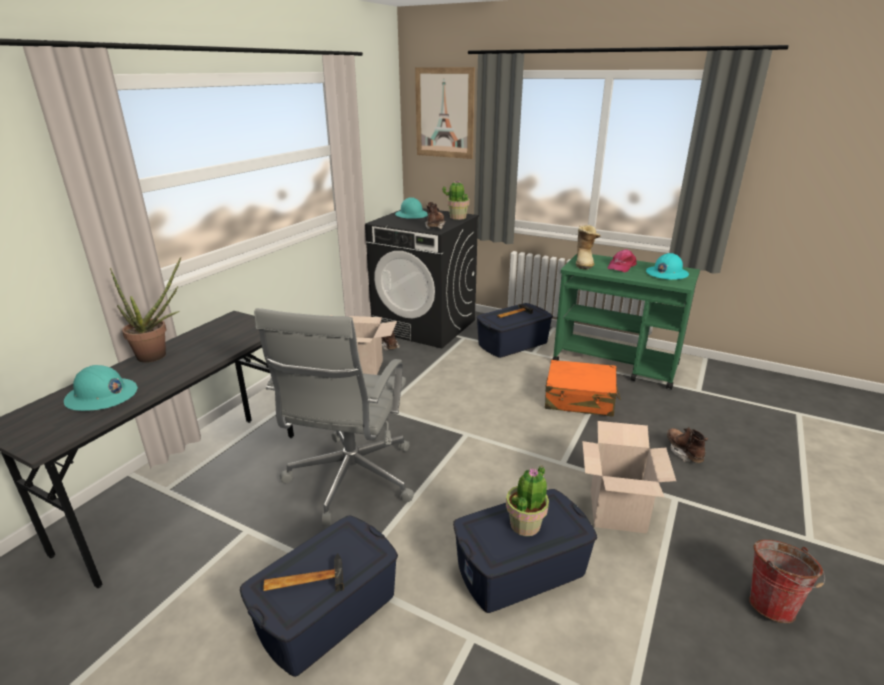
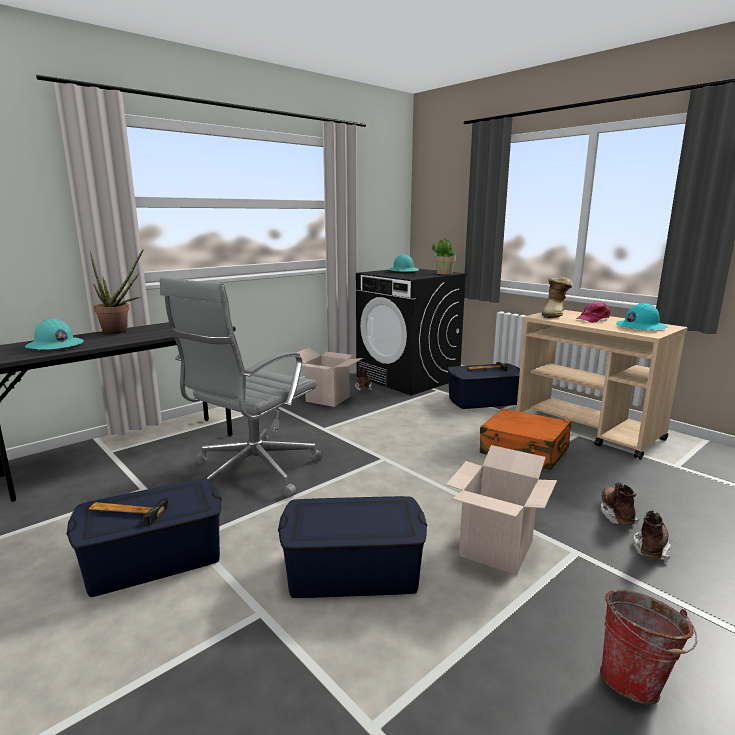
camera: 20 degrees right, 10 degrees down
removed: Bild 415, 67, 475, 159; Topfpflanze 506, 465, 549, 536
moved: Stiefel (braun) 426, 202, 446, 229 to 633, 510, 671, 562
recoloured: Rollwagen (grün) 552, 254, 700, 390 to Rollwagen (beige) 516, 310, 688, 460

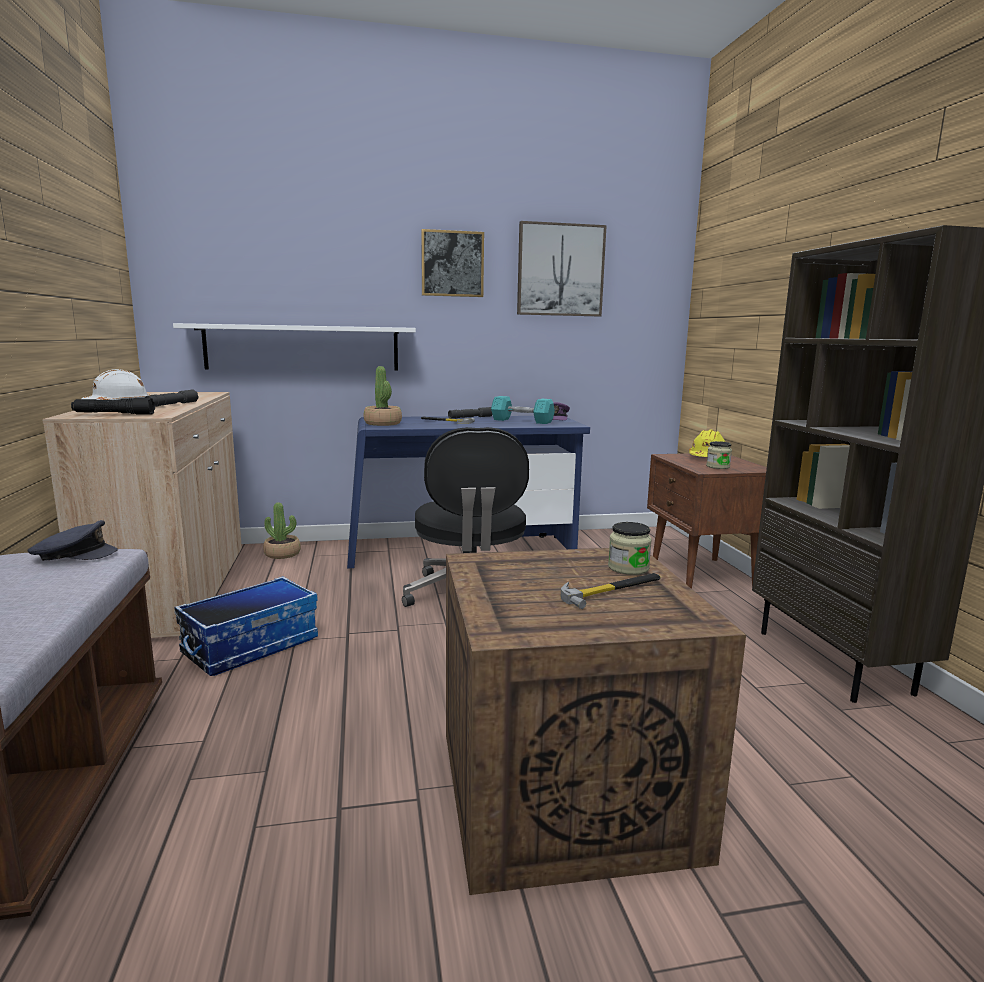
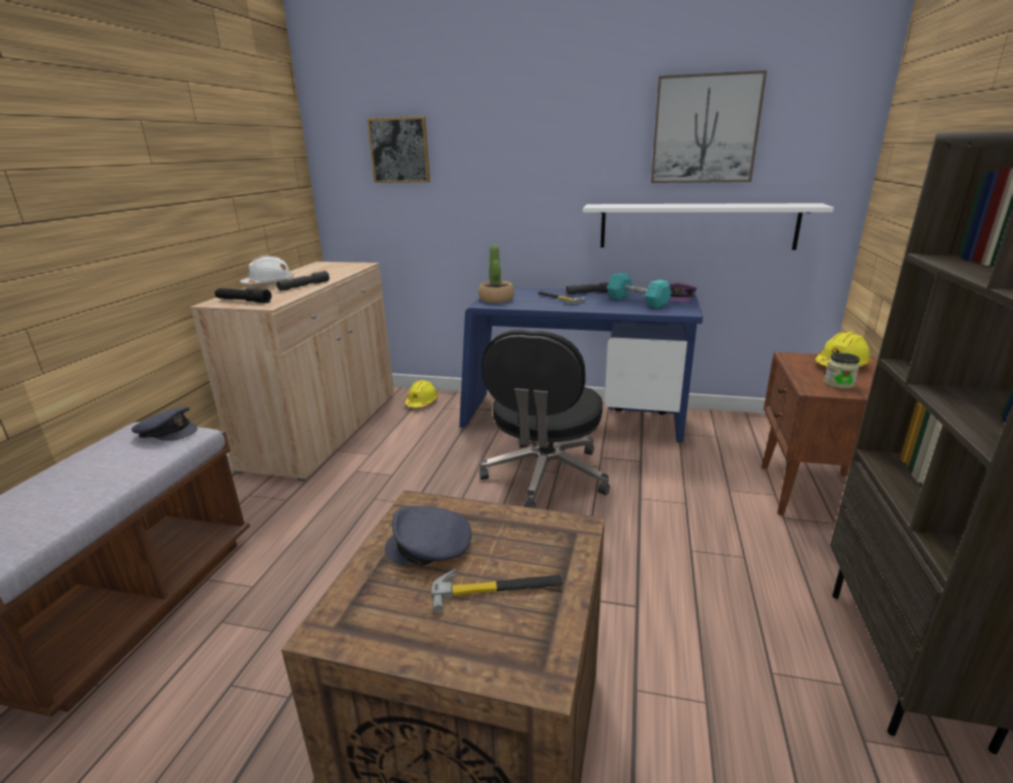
camera: 25 degrees right, 10 degrees up
removed: Aufbewahrungsbox 174, 576, 318, 676; Vorratsglas 608, 522, 652, 575
added: Kappe (grau) 385, 506, 472, 566
moved: Wandregal (weiß) 173, 323, 416, 371 to 583, 203, 834, 250; Bild 421, 229, 484, 297 to 367, 116, 430, 183
replaced: Topfpflanze 263, 502, 301, 559 to Schutzhelm (gelb) 405, 380, 438, 408

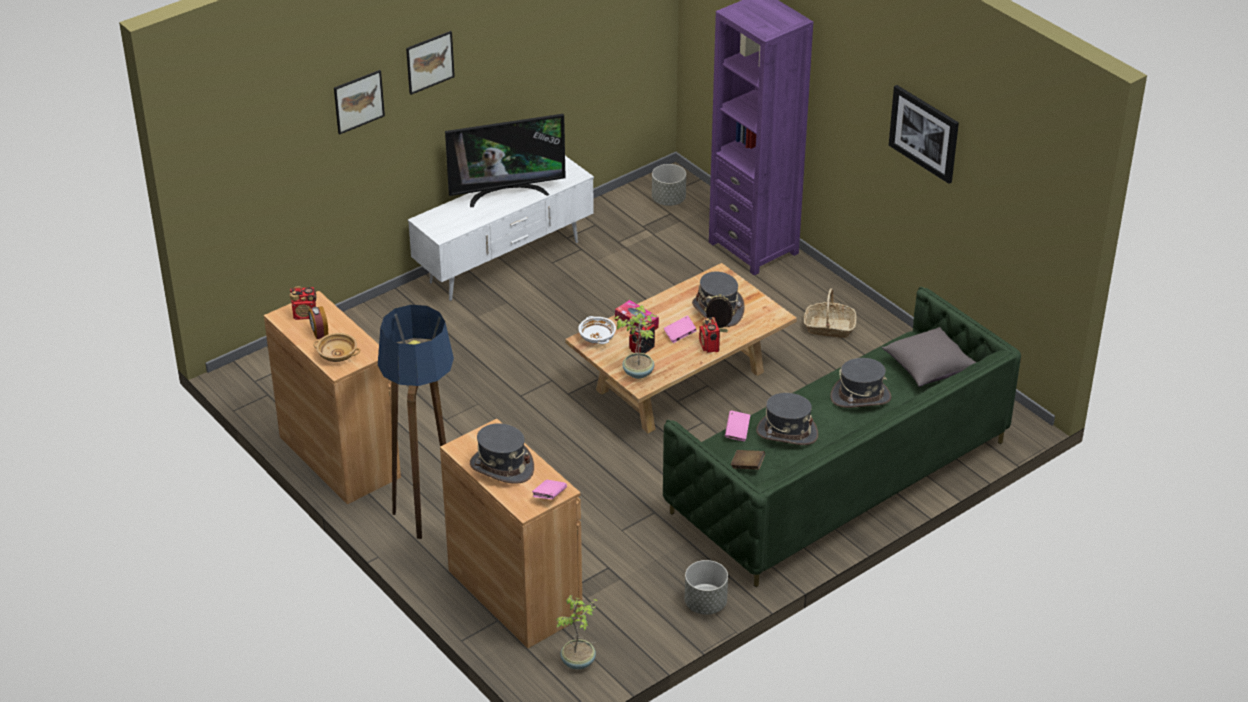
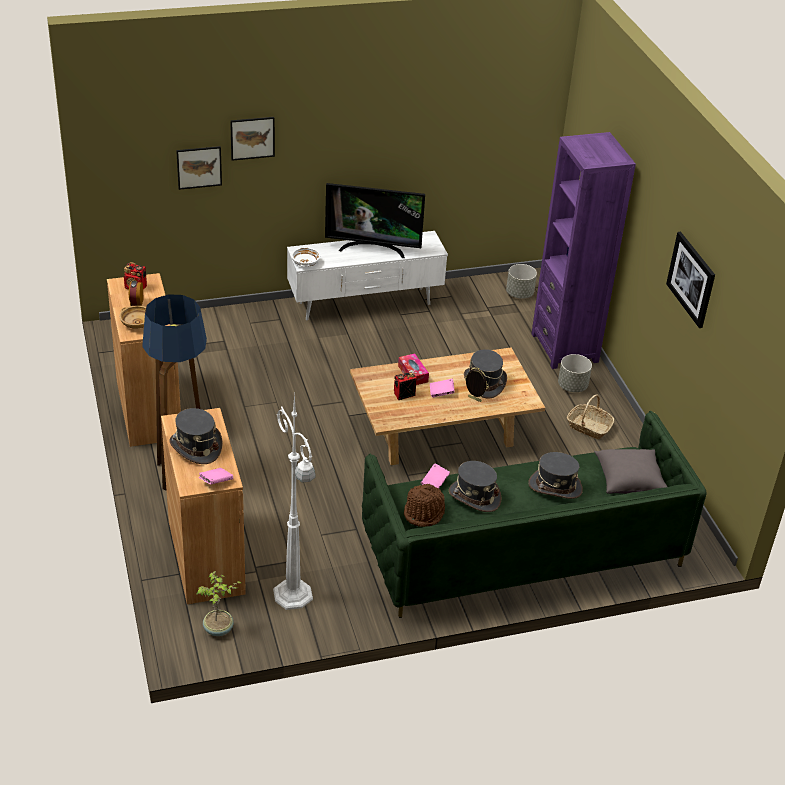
camera: 20 degrees right, 0 degrees up
removed: Topfpflanze 614, 305, 657, 379; Radio 699, 317, 720, 353
added: Stehlampe (weiß) 273, 390, 316, 610
moved: Bild 406, 31, 455, 95 to 176, 146, 222, 190; Schüssel (weiß) 578, 316, 616, 344 to 291, 247, 320, 267; Pflanzkübel (grau) 685, 560, 728, 615 to 558, 354, 592, 392
replaced: Buch (braun) 731, 450, 765, 470 to Hut (braun) 404, 484, 445, 527

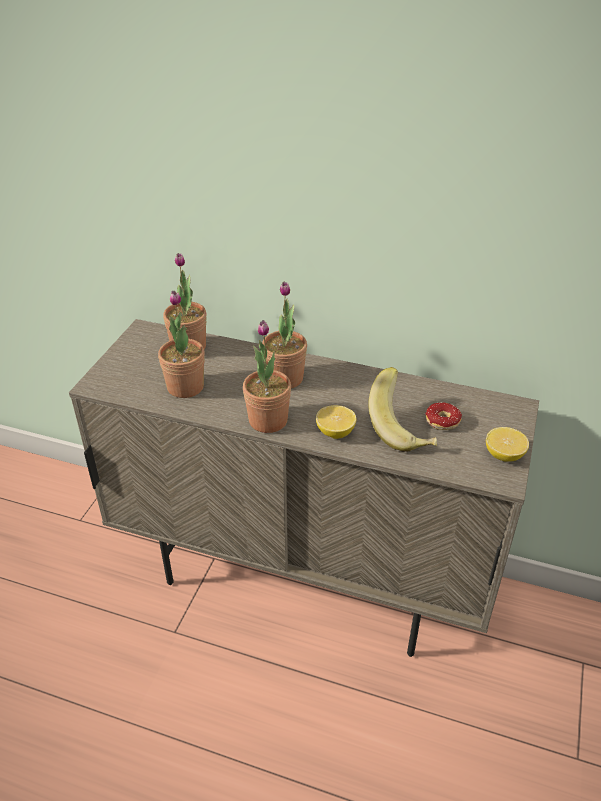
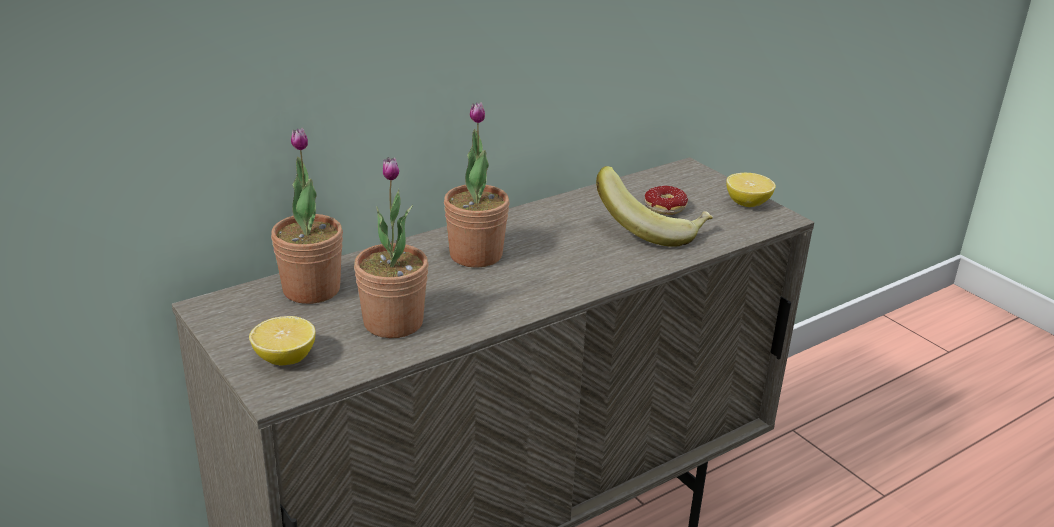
camera: 55 degrees left, 10 degrees down
removed: Topfpflanze 243, 320, 291, 433
moved: Zitrone 316, 405, 356, 439 to 249, 316, 315, 365

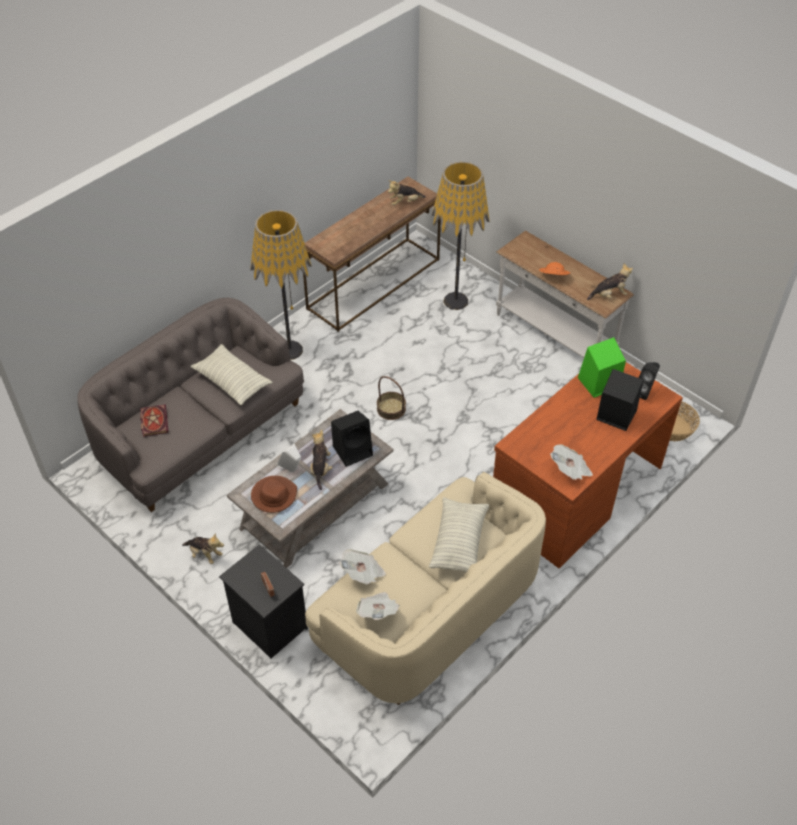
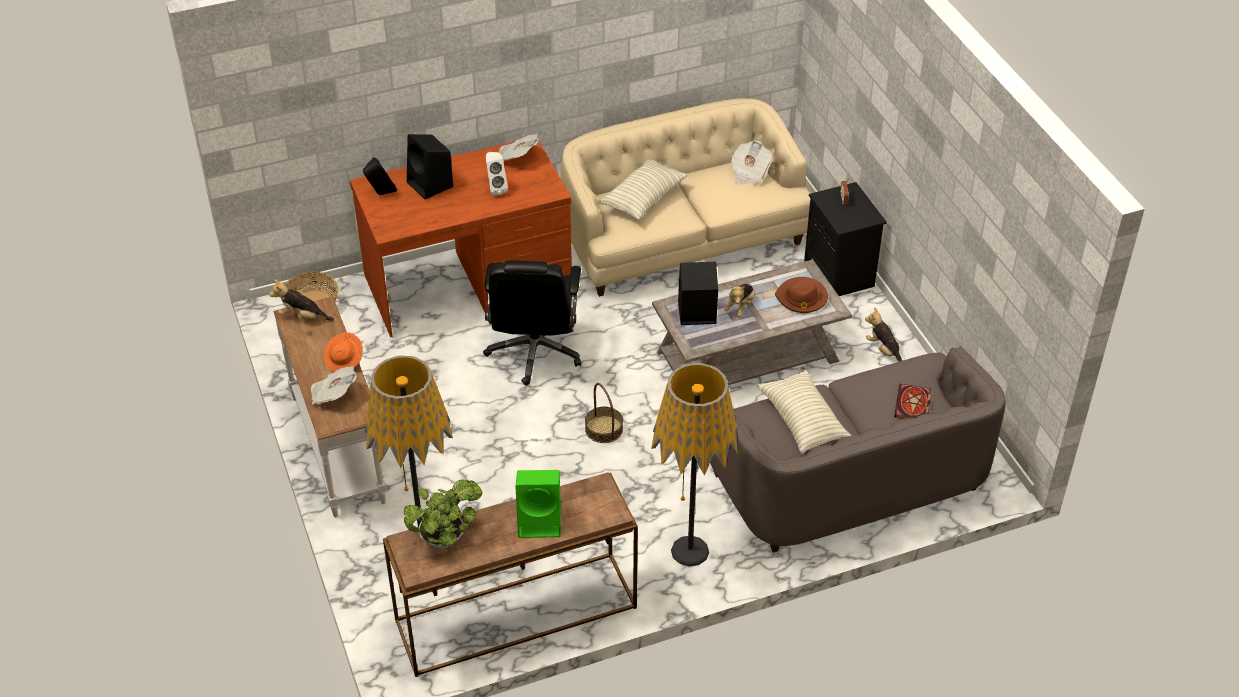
camera: 155 degrees left, 5 degrees down
added: Bürostuhl (schwarz) 483, 260, 581, 385
moved: Lautsprecher (weiß) 278, 444, 301, 472 to 486, 152, 508, 196; Zeitung 339, 549, 386, 585 to 311, 366, 357, 405; Lautsprecher (grün) 578, 337, 626, 398 to 515, 470, 561, 538
replaced: Plüschtier 388, 180, 426, 205 to Topfpflanze 404, 480, 483, 548

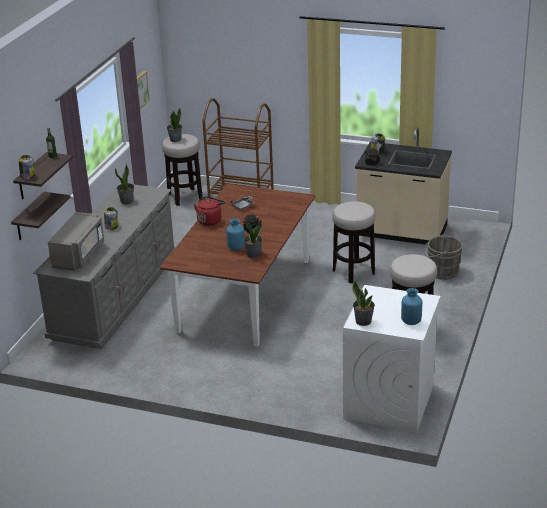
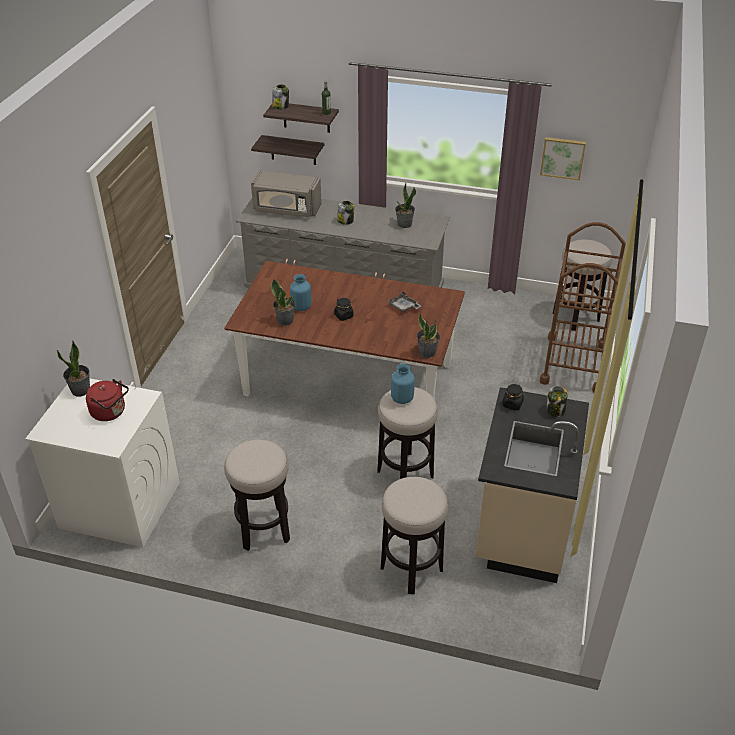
camera: 85 degrees right, 10 degrees up
moved: Topfpflanze 167, 108, 182, 142 to 417, 313, 440, 358; Wasserkessel (rot) 194, 197, 225, 226 to 86, 379, 129, 421; Vase (blau) 401, 288, 422, 325 to 391, 364, 415, 404
replaced: Eimer (grau) 424, 234, 463, 280 to Hocker 381, 477, 448, 594

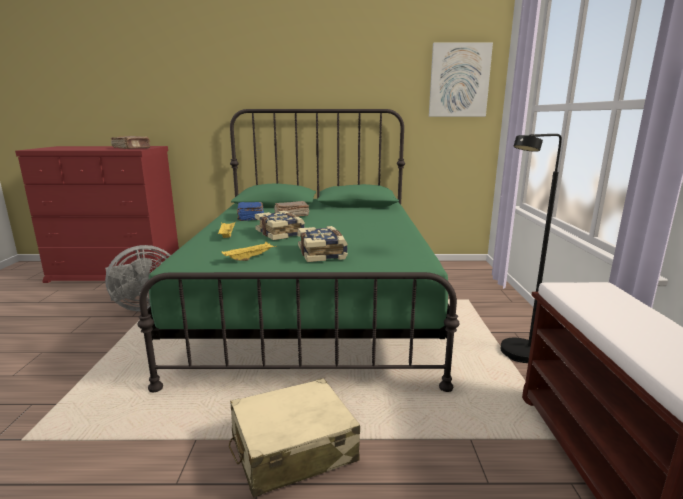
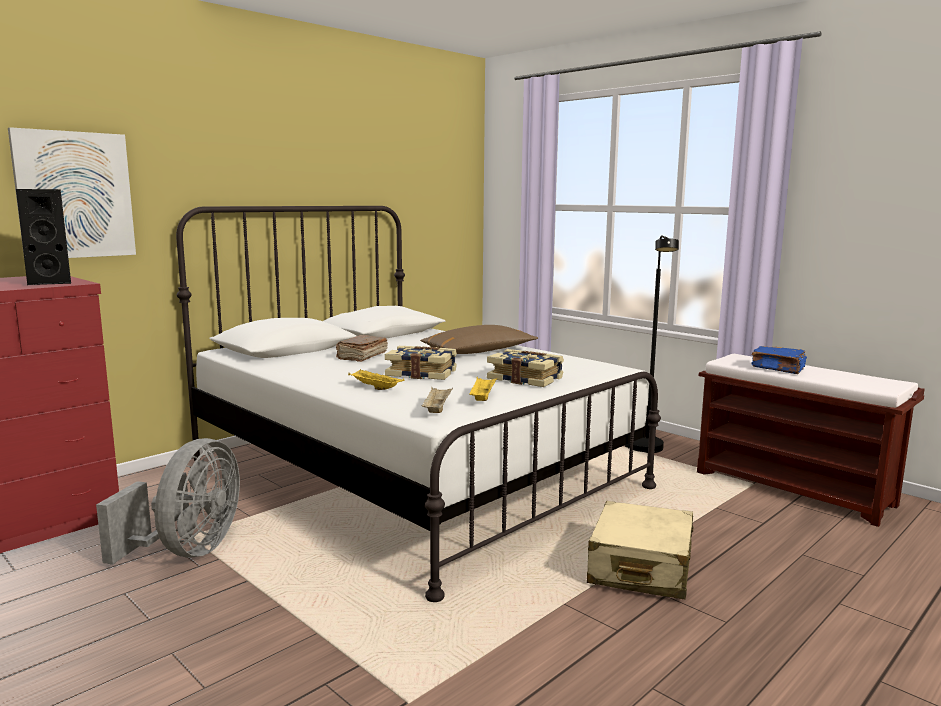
camera: 45 degrees left, 5 degrees down
added: Kissen (braun) 420, 325, 538, 354; Tablett (beige) 421, 387, 453, 413
moved: Buch (blau) 237, 202, 264, 221 to 751, 346, 807, 374; Bild 429, 43, 493, 117 to 8, 127, 136, 258
replaced: Buch (braun) 111, 136, 151, 149 to Lautsprecher (schwarz) 16, 189, 71, 285
recoloured: Bett (grün) 138, 109, 460, 392 to Bett (weiß) 176, 206, 661, 602

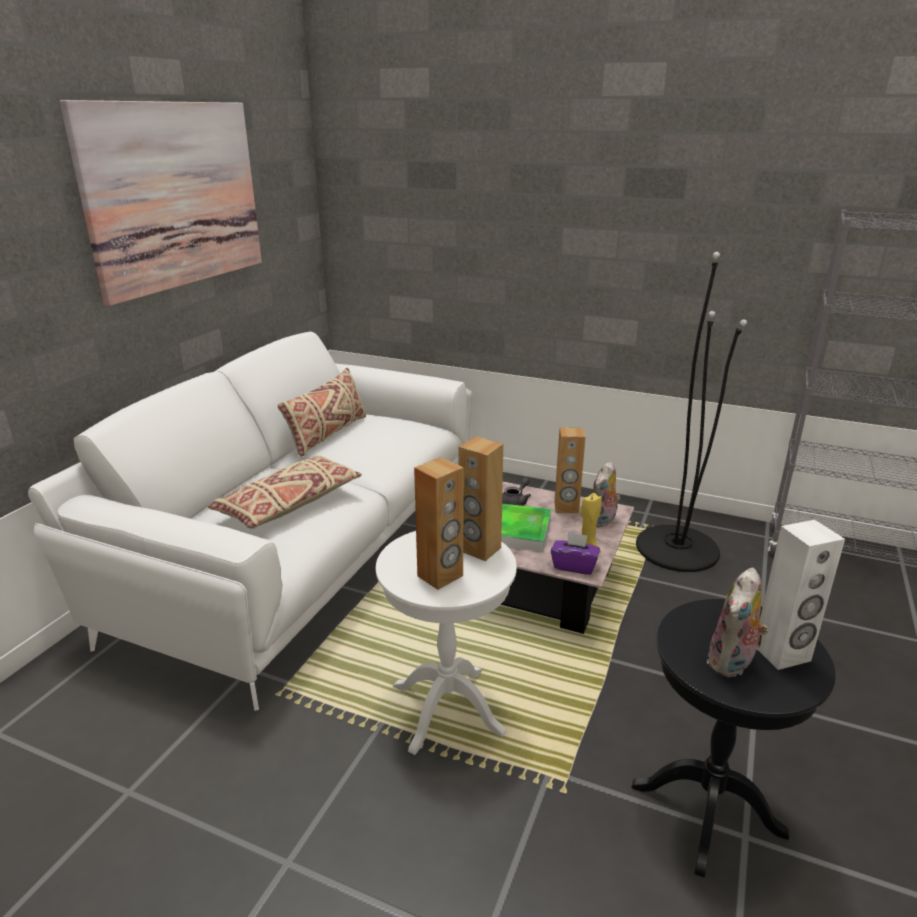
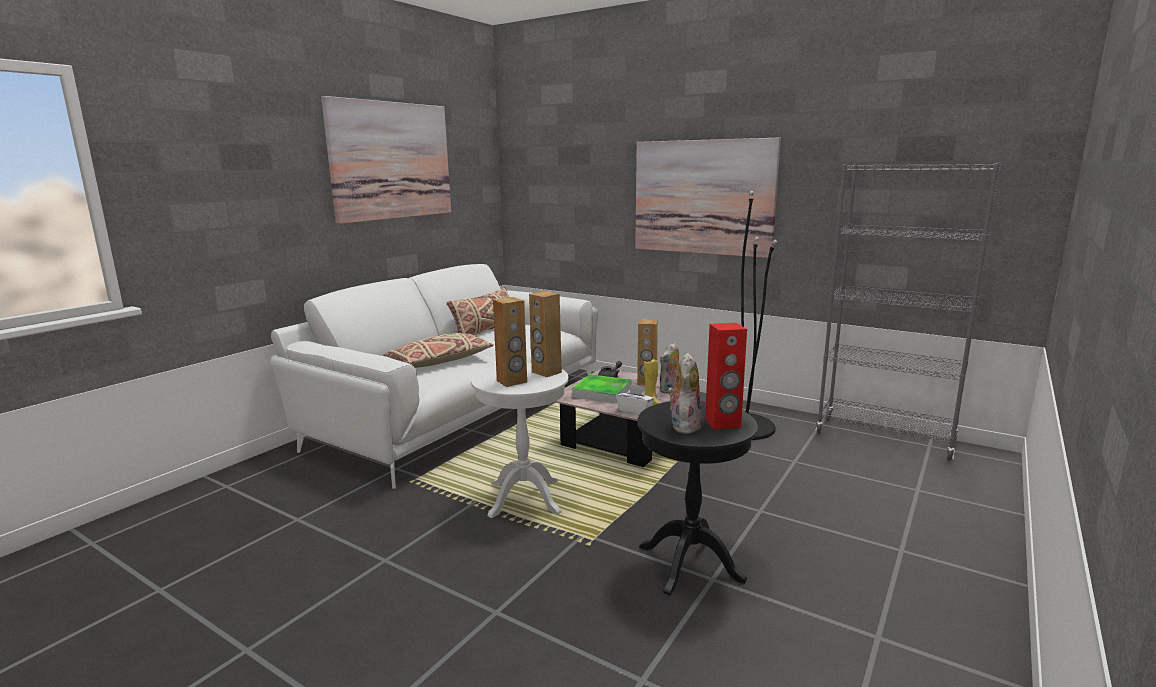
camera: 10 degrees right, 10 degrees down
added: Bild 635, 138, 781, 258
recoloured: Taschentuchbox (lila) 551, 532, 600, 575 to Taschentuchbox (weiß) 616, 384, 654, 415; Lautsprecher (weiß) 757, 520, 845, 670 to Lautsprecher (rot) 705, 323, 747, 430
turned: Plüschtier 706, 567, 769, 677 = 668, 353, 702, 434 150 degrees clockwise

